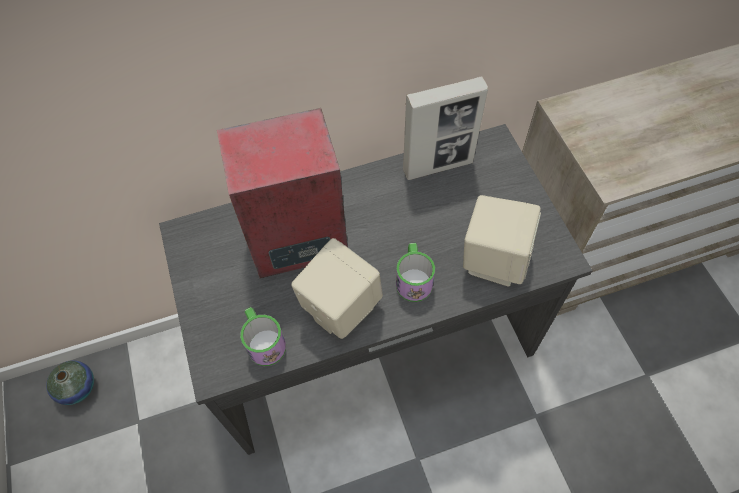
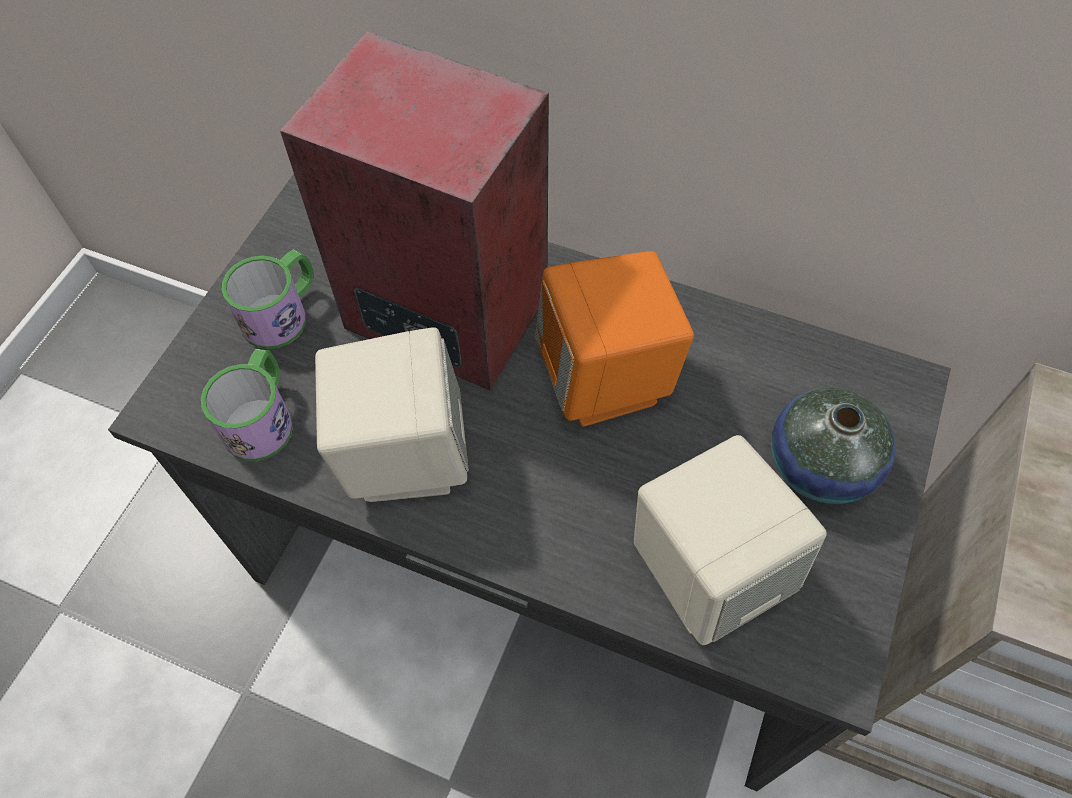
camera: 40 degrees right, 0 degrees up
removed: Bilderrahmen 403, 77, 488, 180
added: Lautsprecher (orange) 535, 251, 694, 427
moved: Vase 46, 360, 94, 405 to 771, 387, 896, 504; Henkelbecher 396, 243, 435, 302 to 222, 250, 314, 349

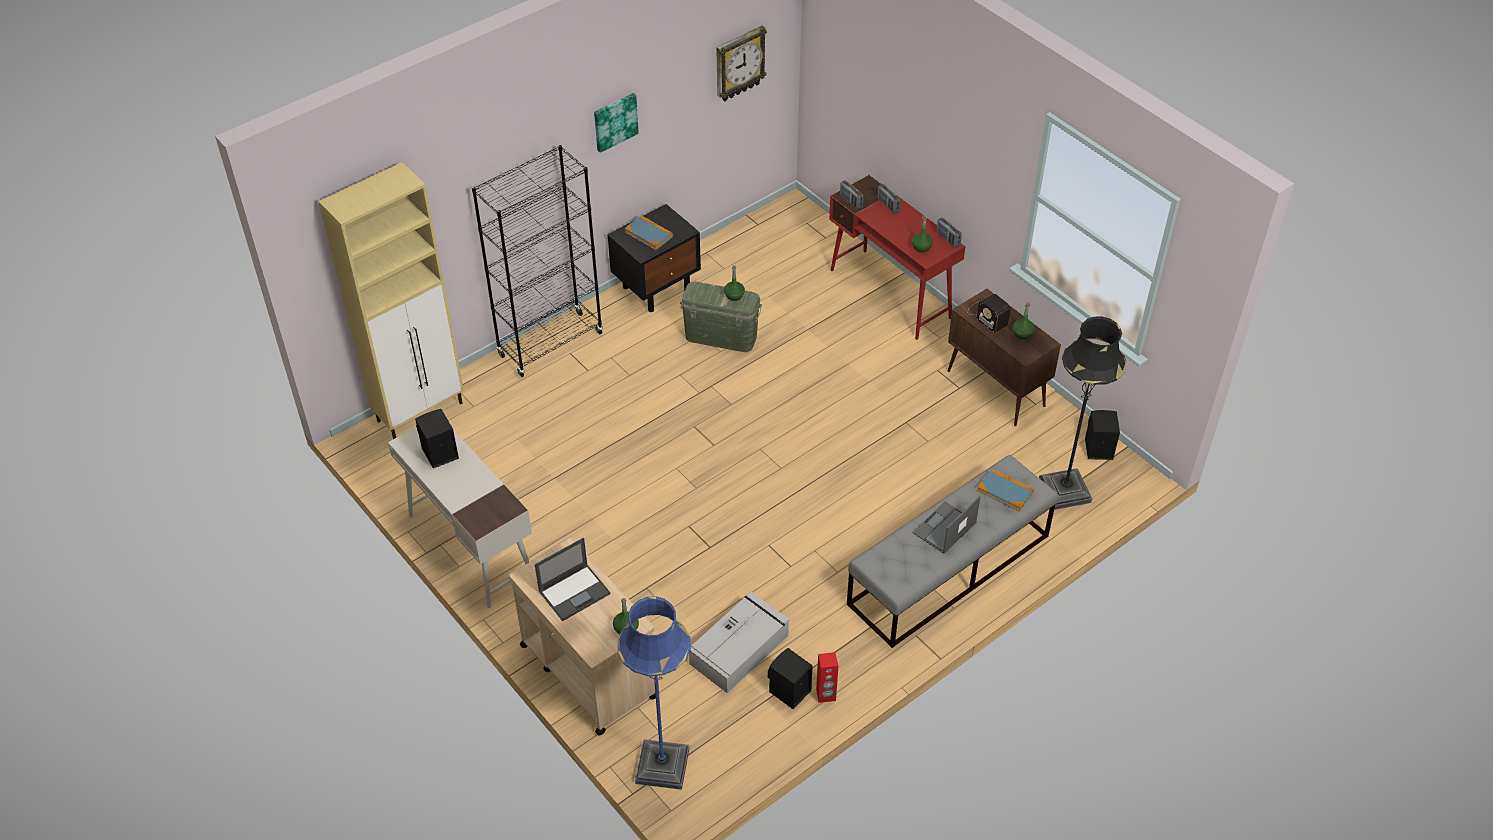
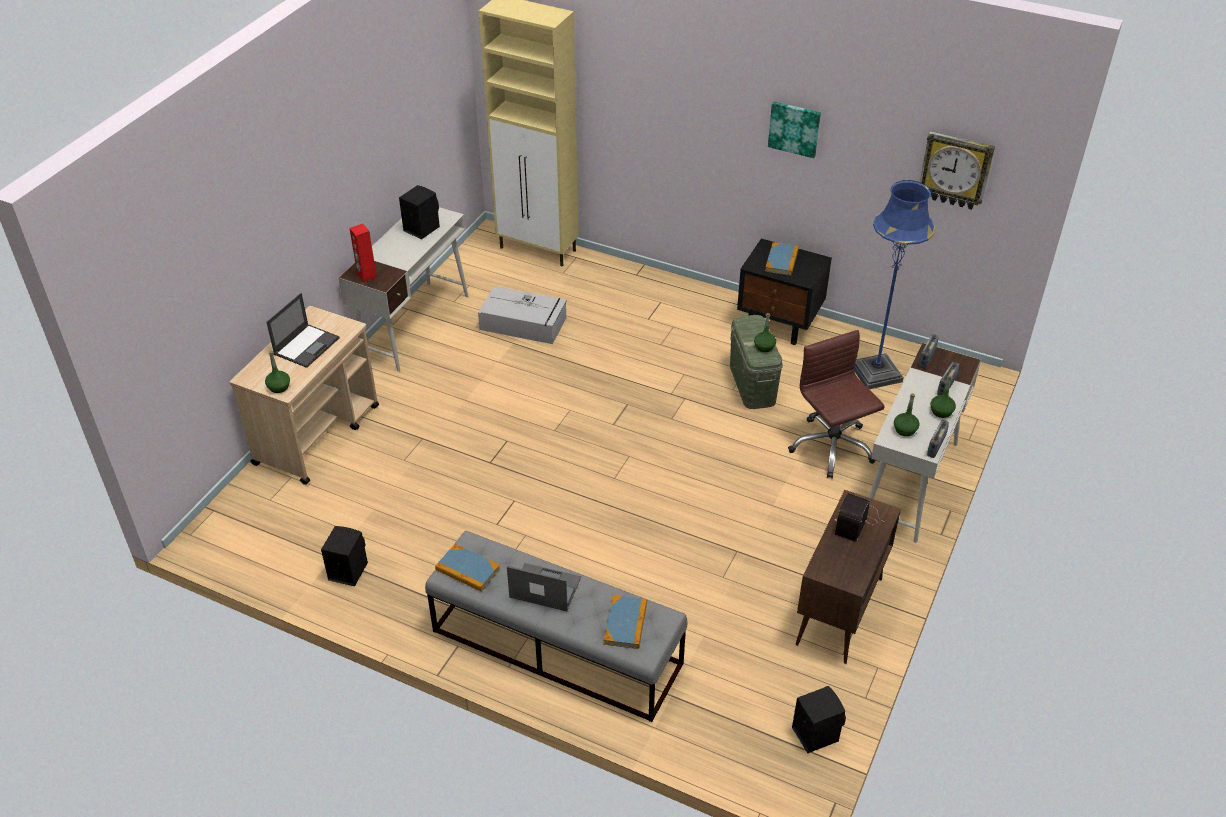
camera: 65 degrees right, 5 degrees down
removed: Bücherregal (schwarz) 472, 145, 603, 377; Stehlampe (schwarz) 1039, 316, 1127, 510
added: Buch 435, 544, 500, 592; Bürostuhl (braun) 788, 330, 885, 478
moved: Stehlampe (blau) 618, 596, 691, 790 to 854, 180, 935, 389; Aufbewahrungsbox (grau) 689, 592, 790, 693 to 478, 286, 567, 344; Lautsprecher (rot) 816, 652, 838, 703 to 349, 224, 377, 282; Flasche (grün) 1012, 303, 1035, 339 to 930, 375, 956, 418
recoloured: Schreibtisch (rot) 829, 175, 965, 340 to Schreibtisch (weiß) 869, 343, 981, 543
turned: Laptop 535, 538, 610, 621 = 267, 293, 339, 368 90 degrees counterclockwise

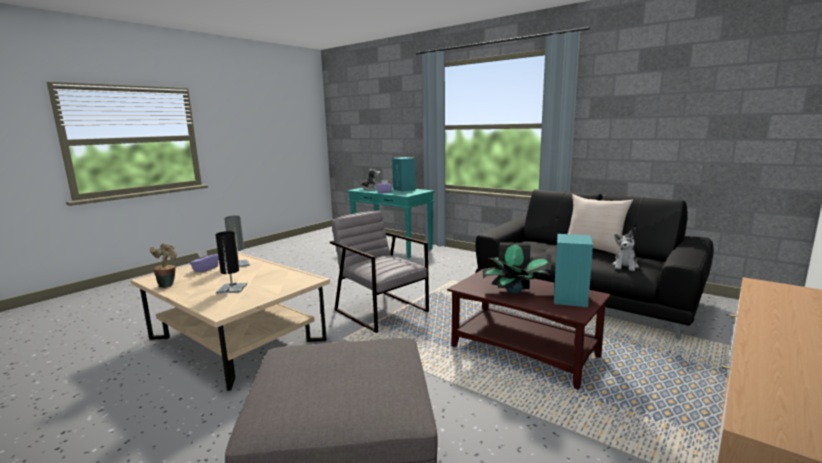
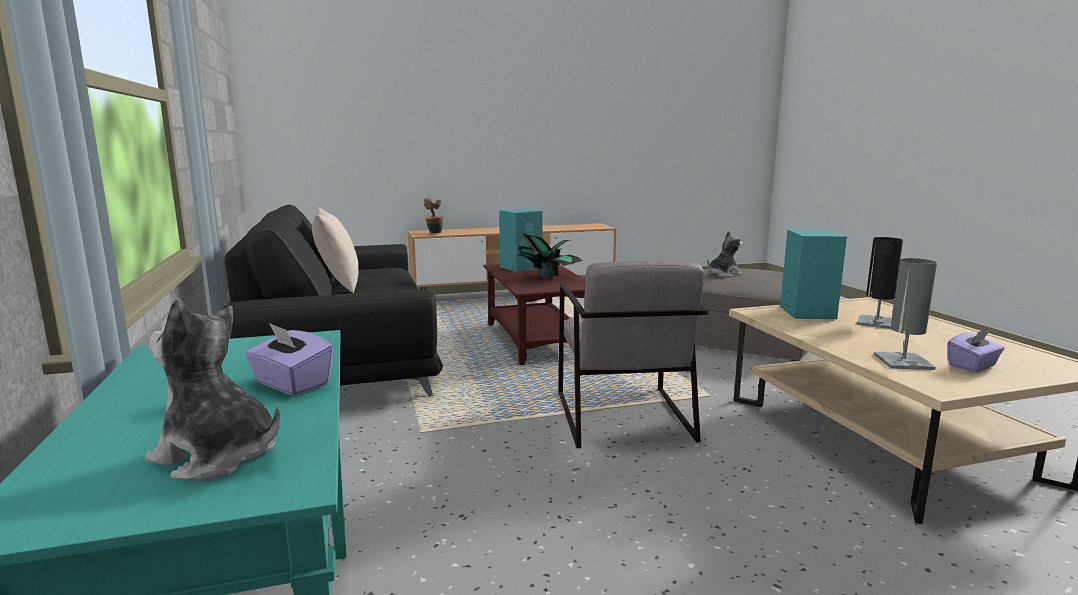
camera: 145 degrees left, 0 degrees up
moved: Topfpflanze 150, 243, 177, 288 to 424, 197, 443, 233; Lautsprecher (türkis) 392, 157, 416, 192 to 780, 230, 847, 319; Plüschtier 612, 231, 639, 271 to 707, 231, 743, 277

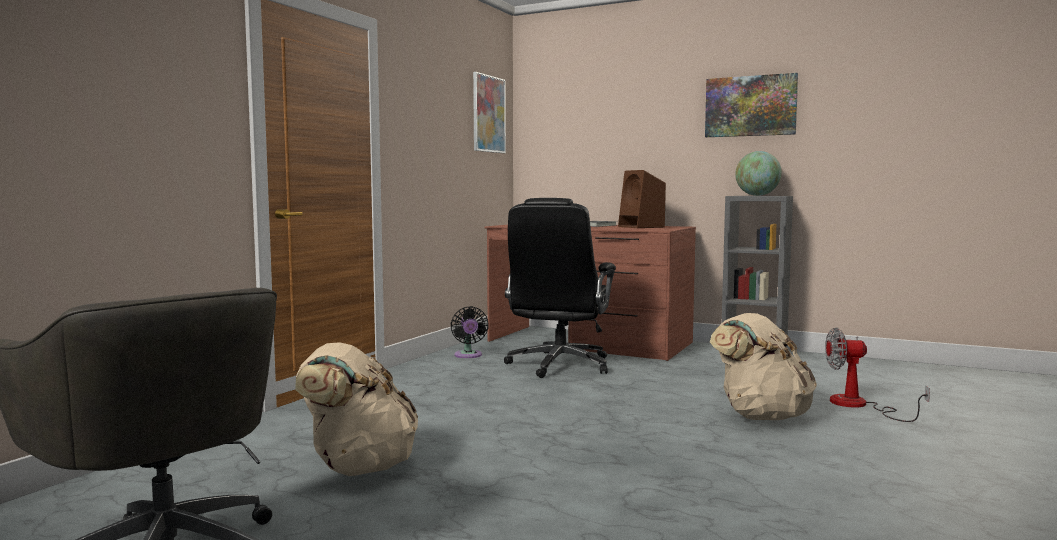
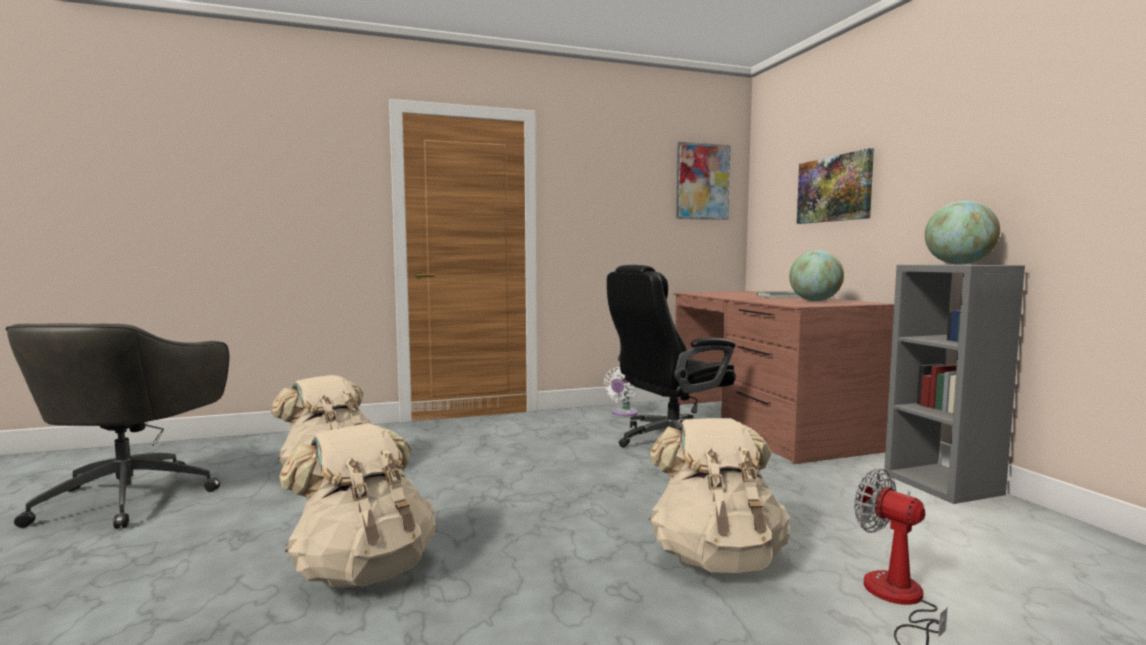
camera: 45 degrees right, 0 degrees up
added: Rucksack (beige) 279, 423, 436, 588
moved: Bild 705, 73, 798, 137 to 797, 148, 874, 224
replaced: Lautsprecher (braun) 618, 170, 666, 228 to Globus 789, 250, 844, 301
recoloured: Ventilator (schwarz) 450, 306, 489, 358 to Ventilator (weiß) 604, 367, 638, 416

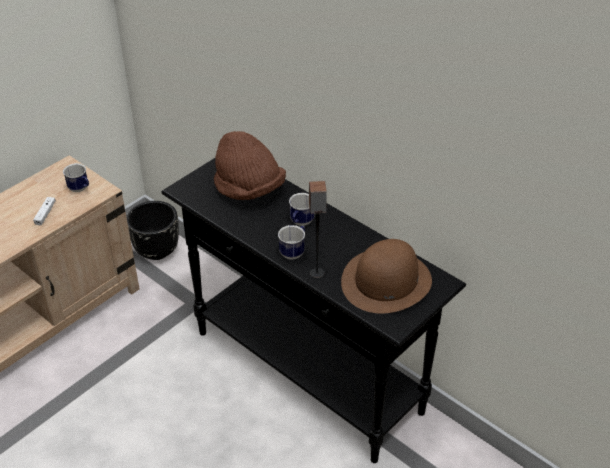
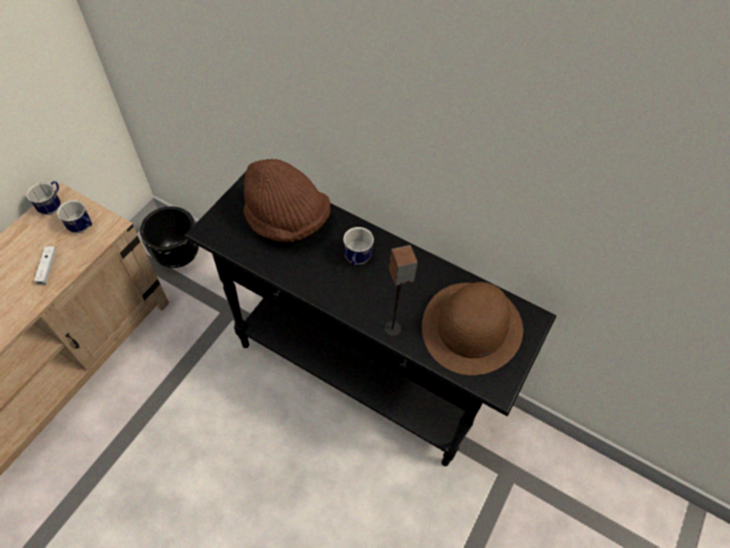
camera: 15 degrees left, 15 degrees up
moved: Henkelbecher 278, 225, 305, 260 to 27, 181, 61, 215

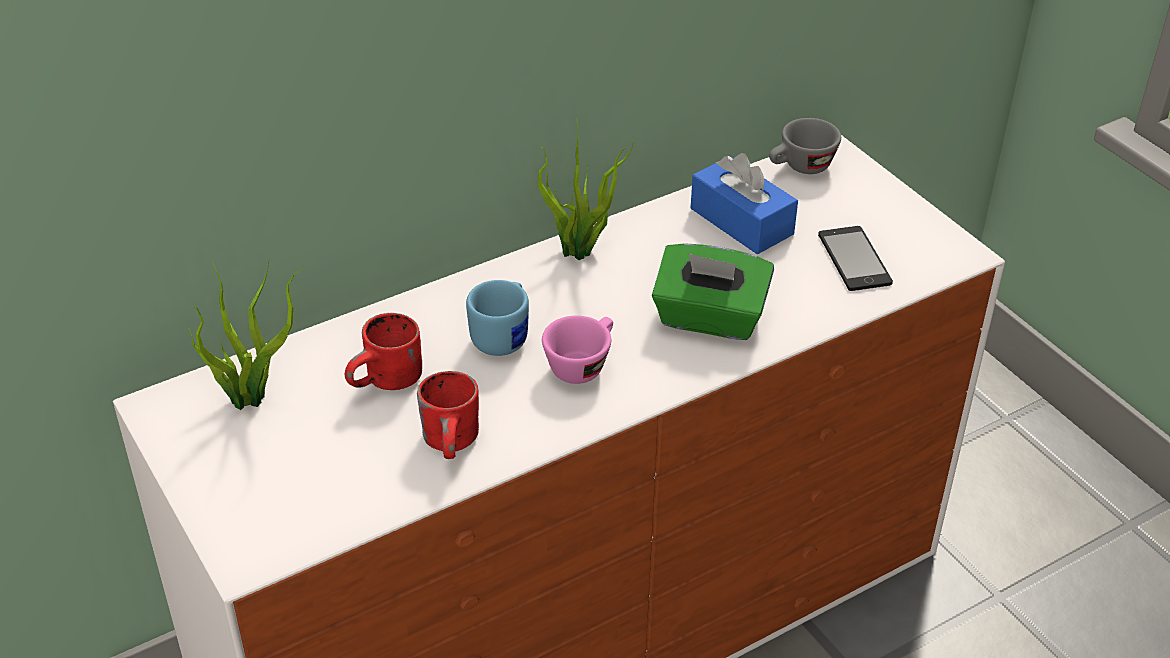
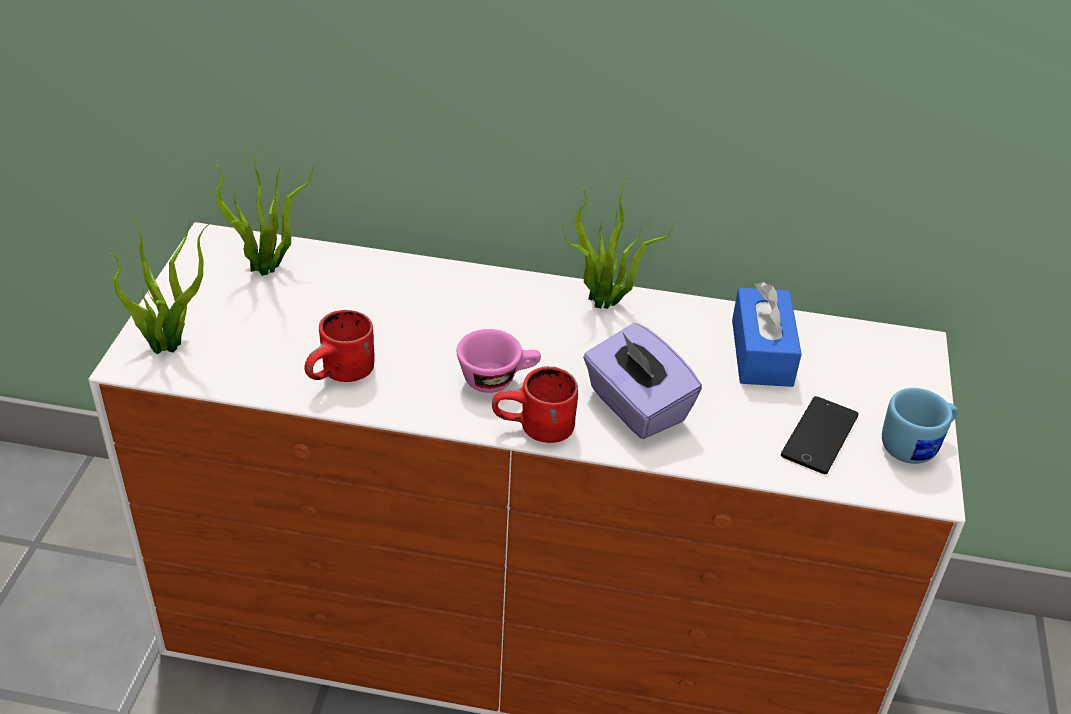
camera: 40 degrees right, 0 degrees up
removed: Tasse (grau) 769, 118, 841, 174
added: Topfpflanze 111, 215, 210, 355
moved: Henkelbecher (rot) 345, 313, 422, 390 to 492, 366, 578, 443; Henkelbecher (blau) 466, 280, 529, 356 to 882, 388, 958, 464
recoloured: Taschentuchbox (grün) 652, 243, 774, 340 to Taschentuchbox (lila) 583, 323, 702, 439

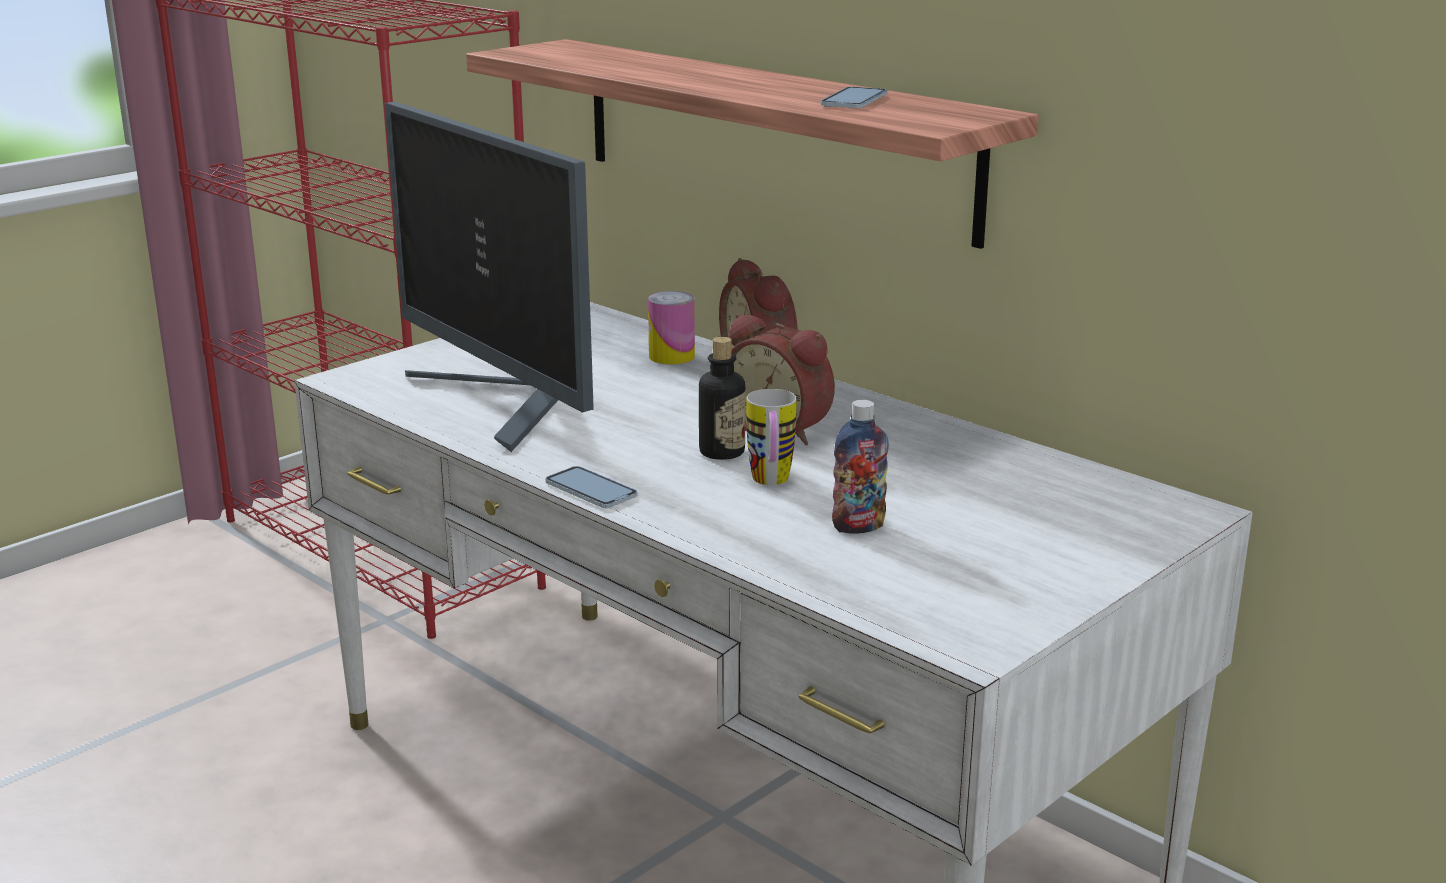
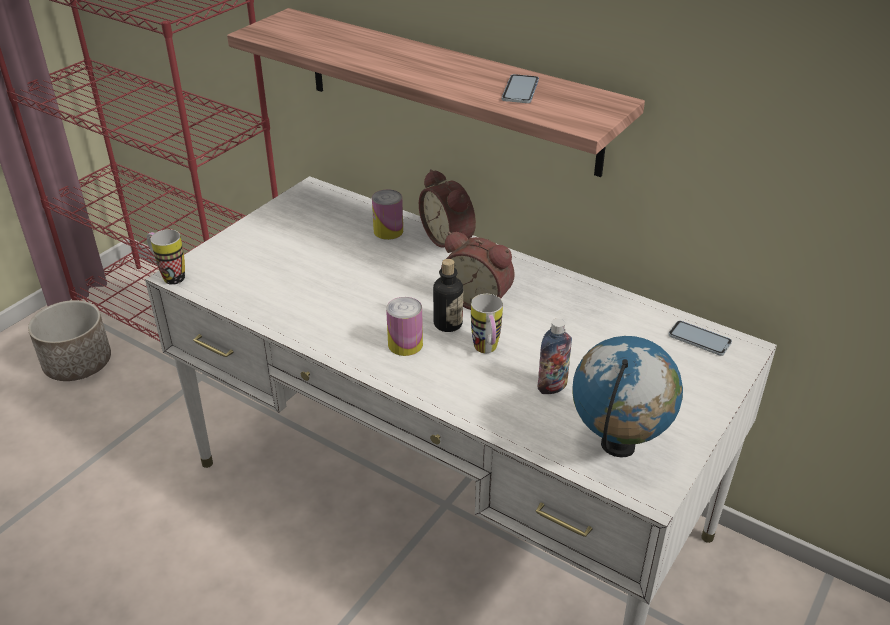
camera: 10 degrees left, 15 degrees up
removed: Monitor 385, 102, 594, 452
added: Pflanzkübel 28, 300, 111, 381; Henkelbecher 147, 229, 185, 285; Dose 386, 297, 423, 356; Globus 572, 336, 683, 457
moved: Handy 545, 466, 637, 508 to 668, 321, 732, 356

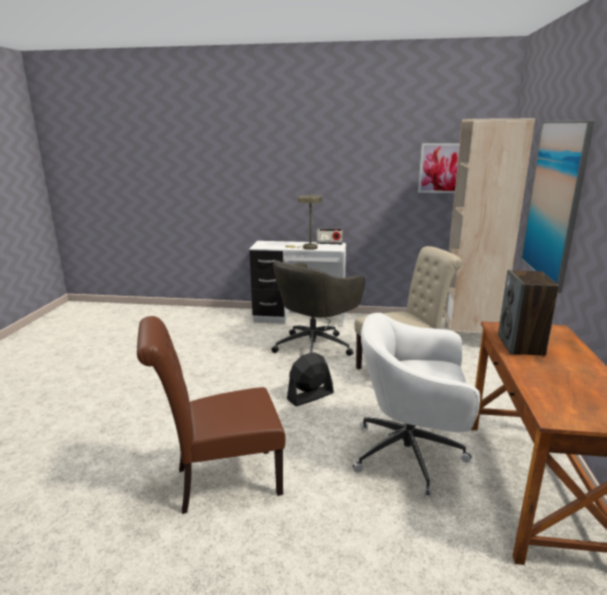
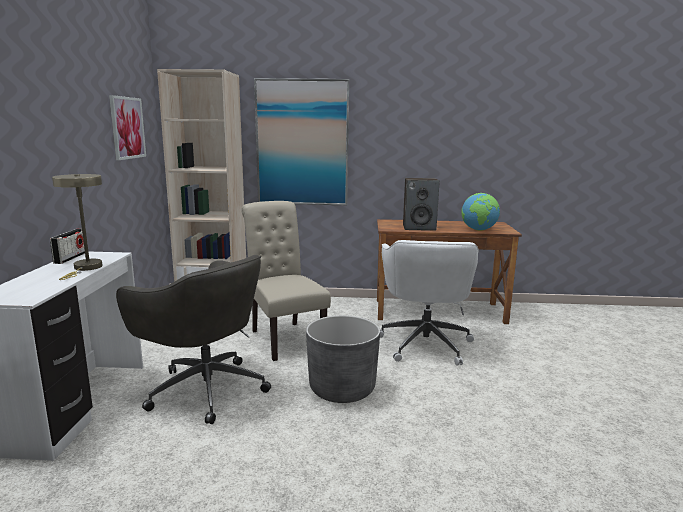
camera: 95 degrees left, 5 degrees down
removed: Stuhl (braun) 137, 316, 286, 514
added: Globus 461, 193, 500, 231
replaced: Ventilator (schwarz) 287, 353, 334, 406 to Pflanzkübel (grau) 306, 315, 380, 403

